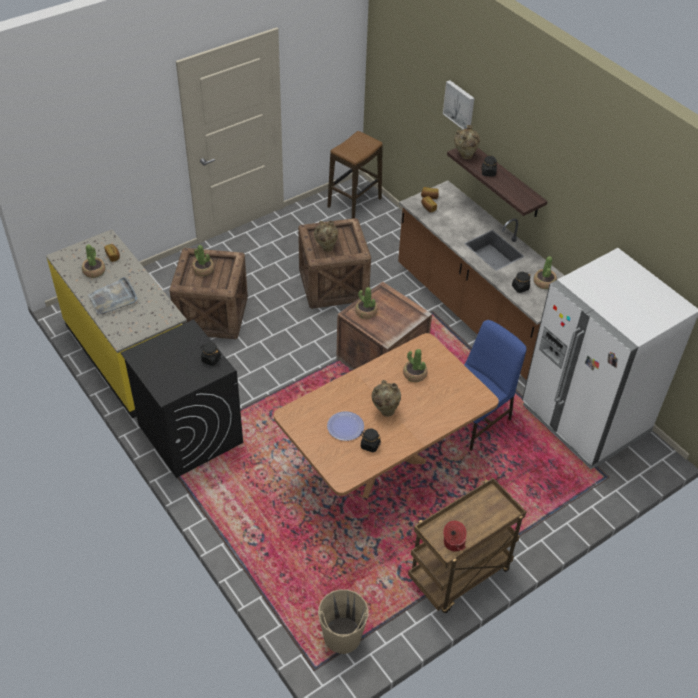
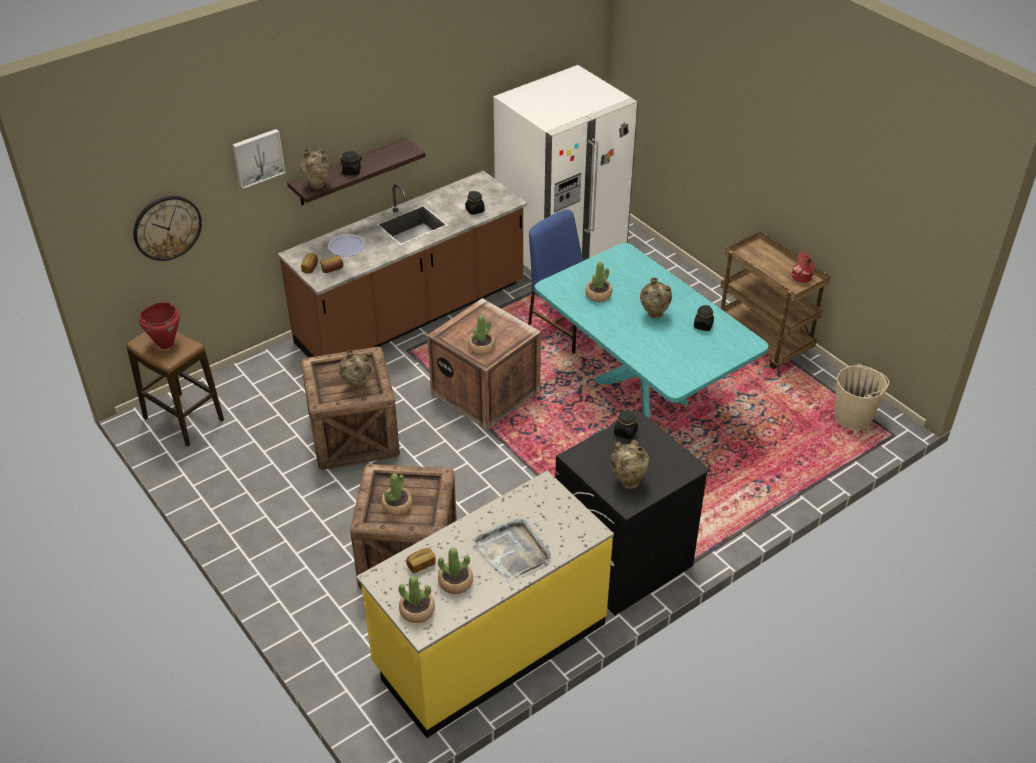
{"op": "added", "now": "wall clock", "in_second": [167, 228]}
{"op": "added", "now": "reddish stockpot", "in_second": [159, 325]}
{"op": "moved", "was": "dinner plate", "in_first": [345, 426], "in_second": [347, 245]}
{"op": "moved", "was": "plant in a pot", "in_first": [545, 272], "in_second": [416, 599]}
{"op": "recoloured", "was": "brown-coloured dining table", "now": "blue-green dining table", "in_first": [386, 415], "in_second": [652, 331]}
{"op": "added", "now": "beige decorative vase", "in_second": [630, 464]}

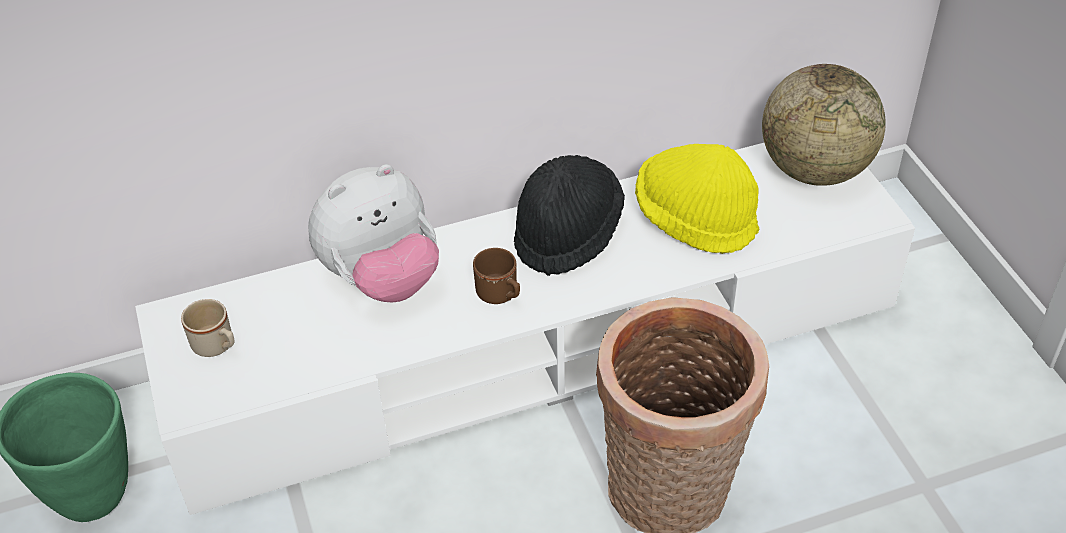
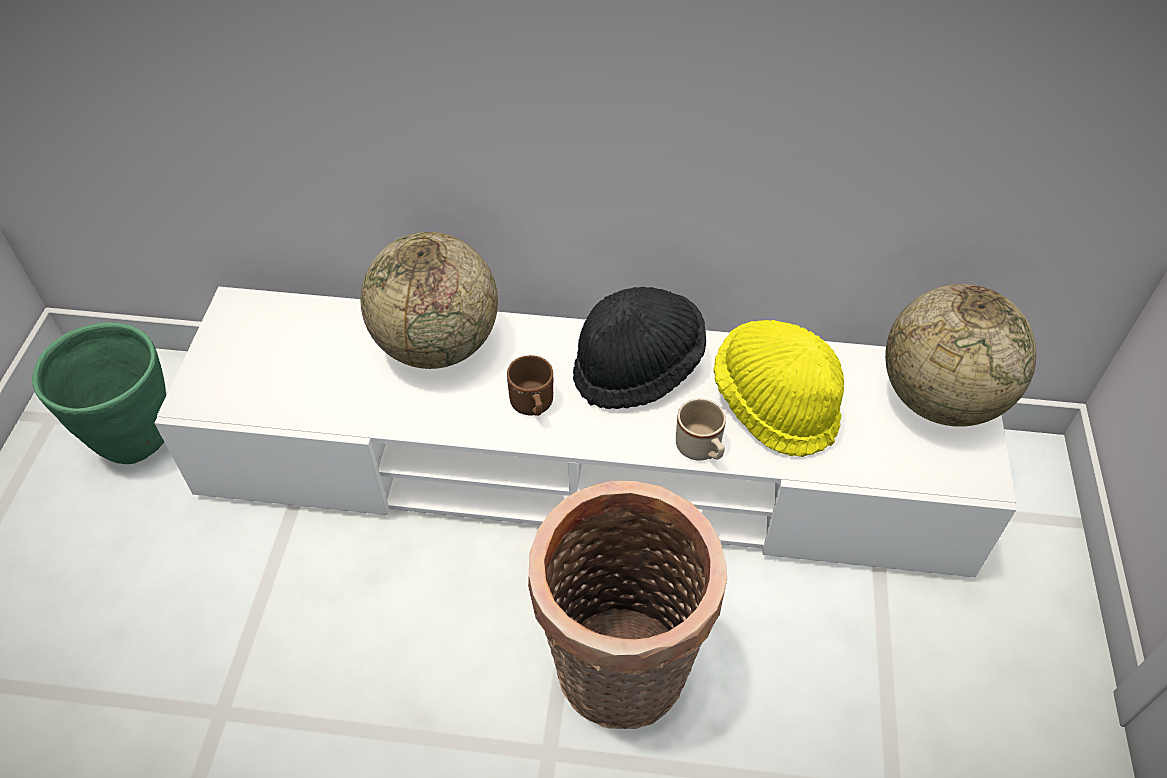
{"op": "replaced", "was": "cuddly toy", "now": "globe", "in_first": [373, 233], "in_second": [429, 300]}
{"op": "moved", "was": "beige coffee mug", "in_first": [208, 328], "in_second": [701, 429]}

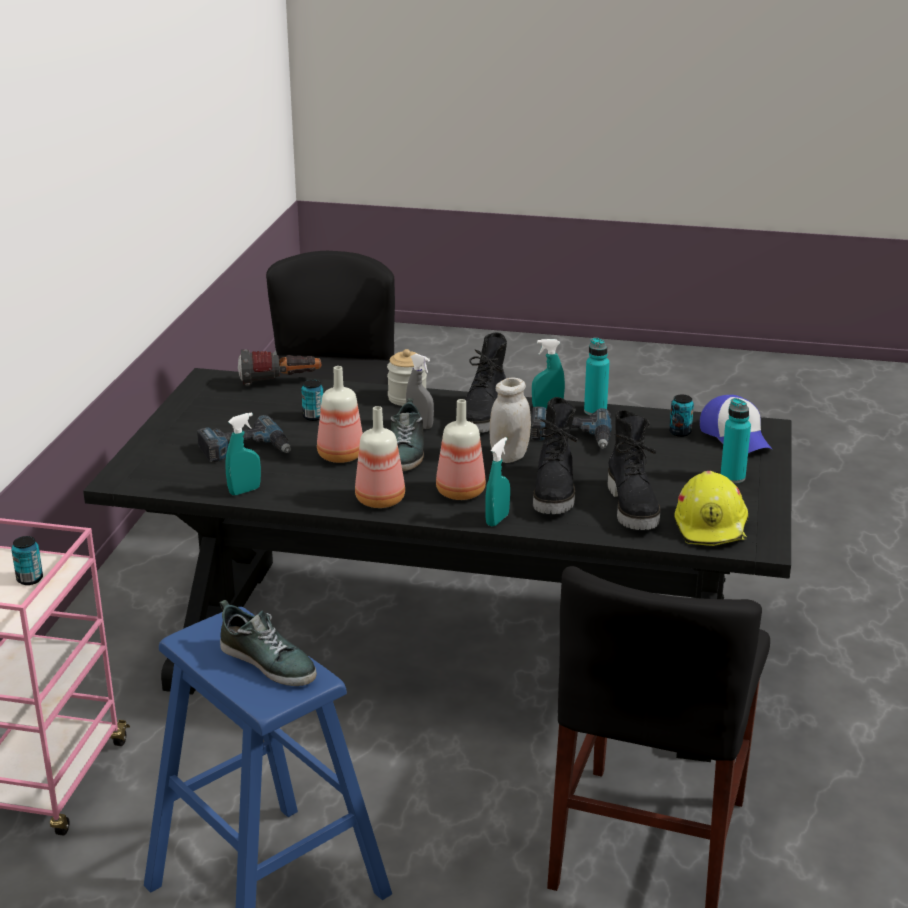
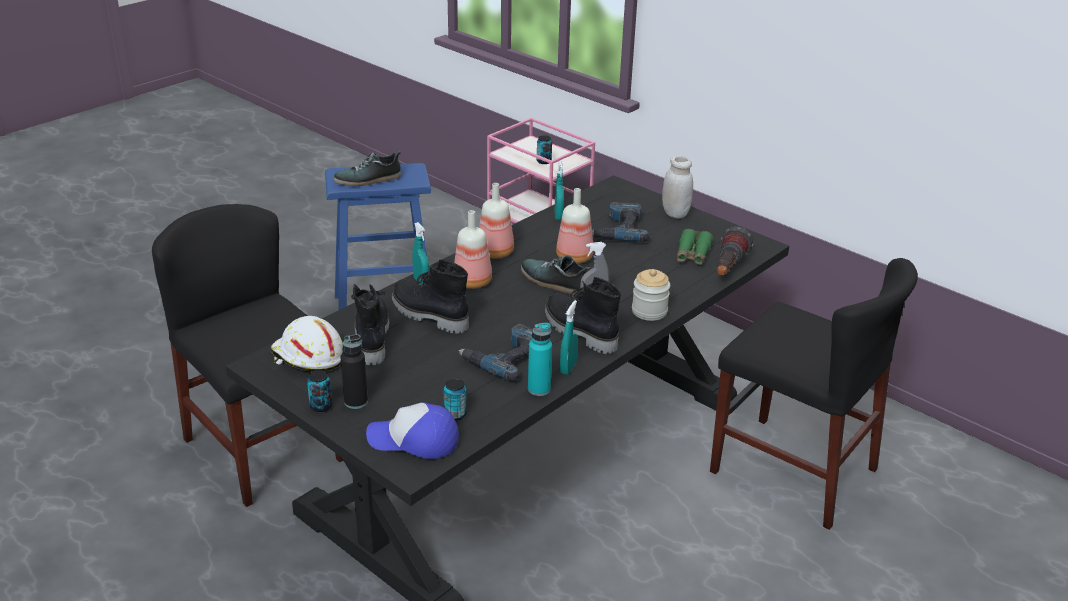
{"op": "recoloured", "was": "yellow work helmet", "now": "white-coloured work helmet", "in_first": [711, 508], "in_second": [306, 343]}
{"op": "moved", "was": "sealed can", "in_first": [312, 400], "in_second": [319, 391]}
{"op": "recoloured", "was": "blue-green bottle", "now": "black bottle", "in_first": [735, 440], "in_second": [354, 371]}
{"op": "turned", "was": "black high-top boot", "in_first": [634, 470], "in_second": [370, 324], "clockwise": 60}
{"op": "moved", "was": "white-coloured storage jar", "in_first": [510, 420], "in_second": [677, 187]}
{"op": "added", "now": "green-coloured binoculars", "in_second": [695, 247]}

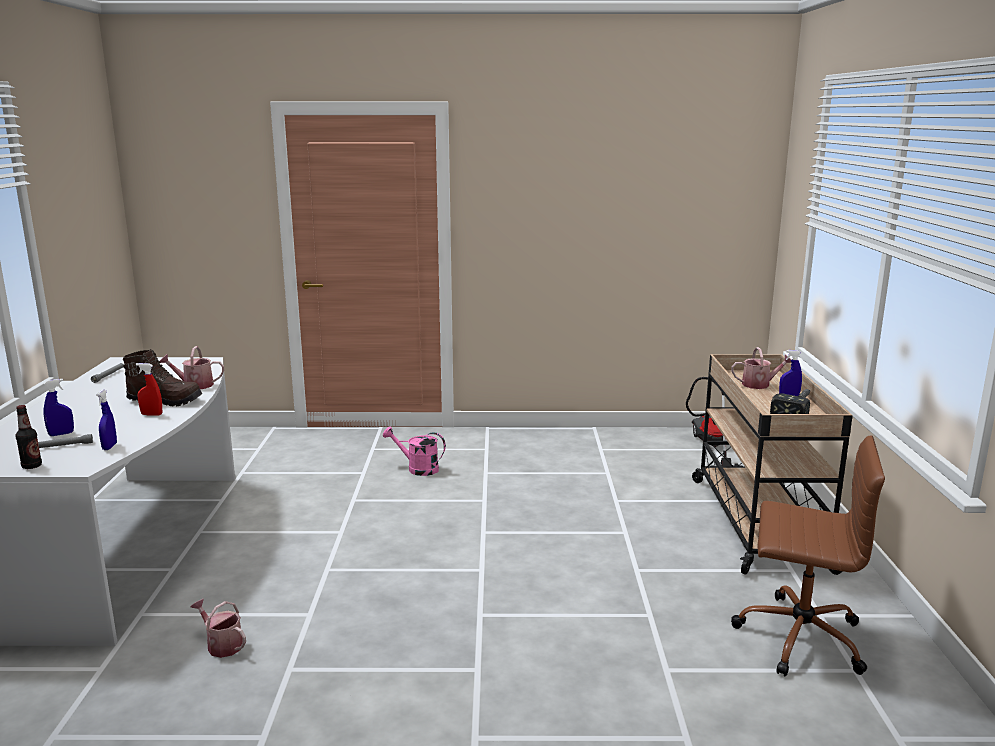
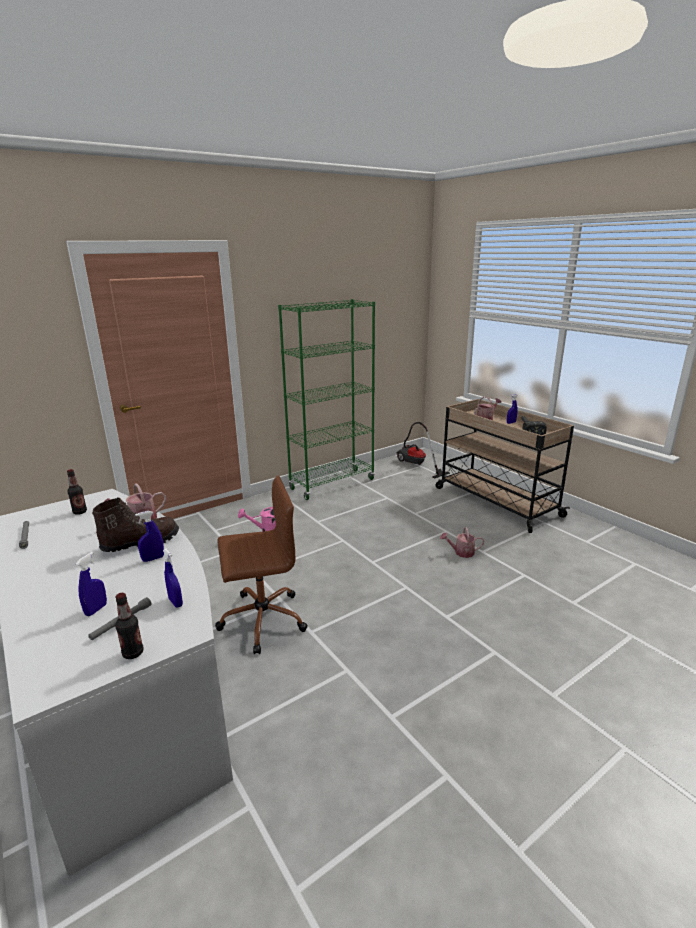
{"op": "added", "now": "bottle", "in_second": [77, 492]}
{"op": "recoloured", "was": "reddish hand sprayer", "now": "blue-coloured hand sprayer", "in_first": [149, 389], "in_second": [149, 536]}
{"op": "moved", "was": "brown-coloured computer chair", "in_first": [808, 556], "in_second": [261, 564]}
{"op": "added", "now": "green-coloured shelving unit", "in_second": [326, 399]}
{"op": "moved", "was": "sprinkling can", "in_first": [218, 628], "in_second": [462, 542]}

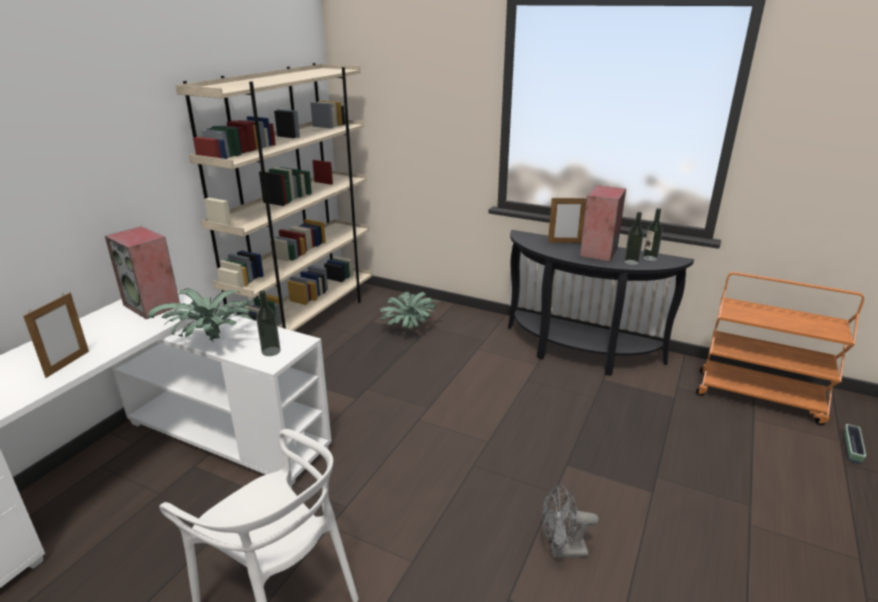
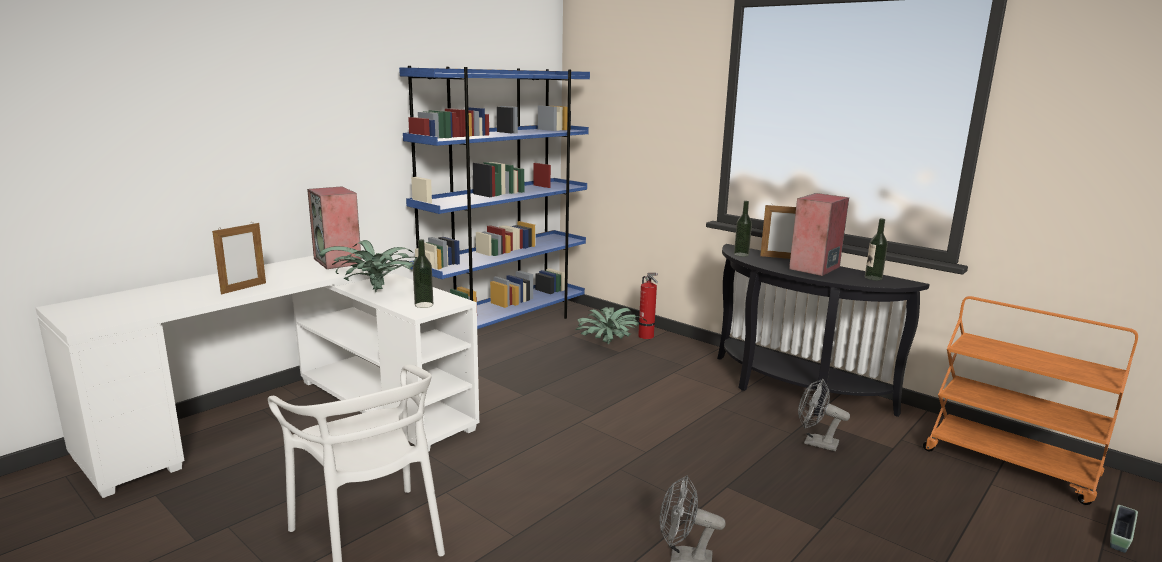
{"op": "recoloured", "was": "beige shelving unit", "now": "blue-coloured shelving unit", "in_first": [273, 197], "in_second": [494, 197]}
{"op": "added", "now": "extinguisher", "in_second": [648, 306]}
{"op": "moved", "was": "bottle", "in_first": [634, 238], "in_second": [743, 229]}
{"op": "added", "now": "greyish fan", "in_second": [824, 415]}

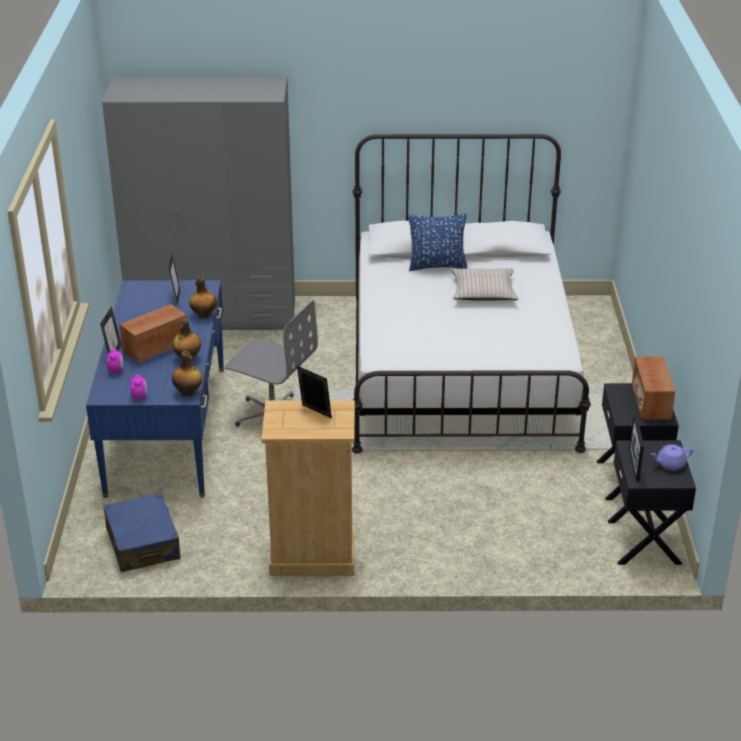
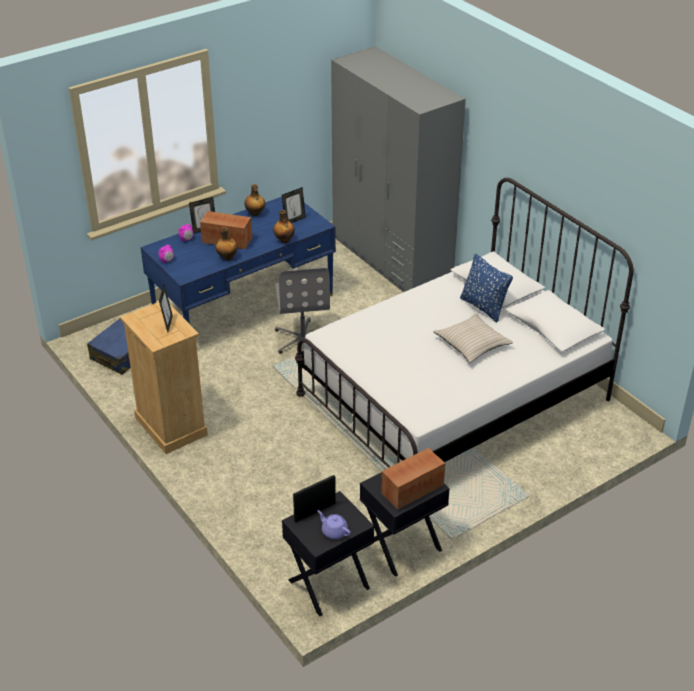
{"op": "moved", "was": "bottle", "in_first": [187, 373], "in_second": [255, 200]}

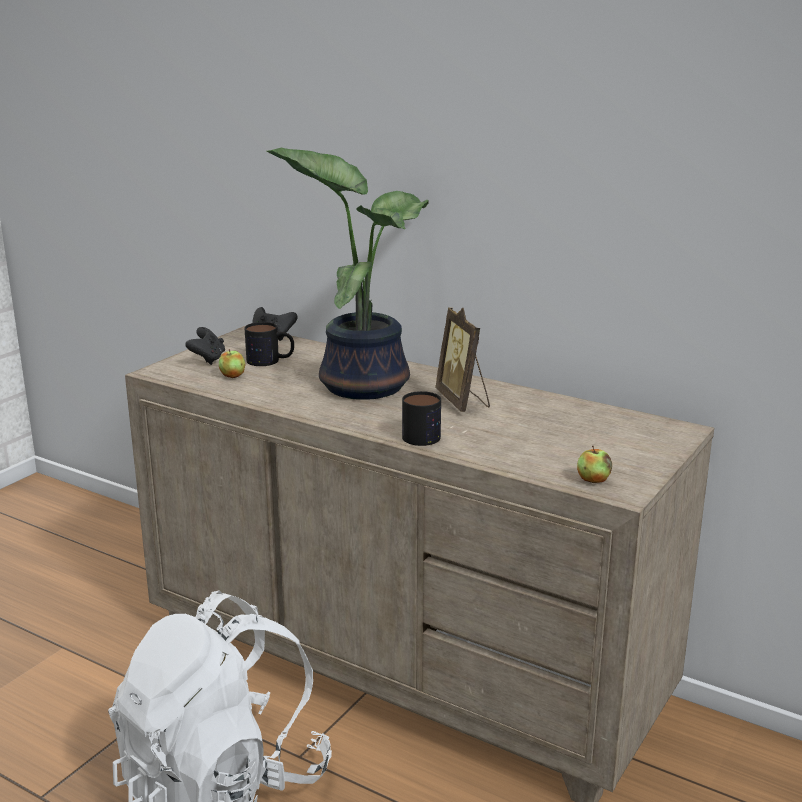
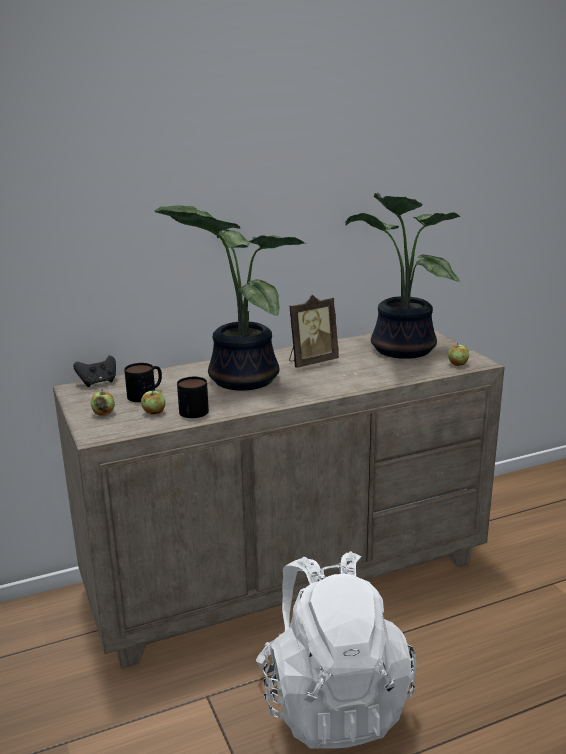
{"op": "replaced", "was": "black joypad", "now": "whole apple", "in_first": [205, 346], "in_second": [103, 403]}
{"op": "moved", "was": "coffee mug", "in_first": [421, 418], "in_second": [193, 397]}
{"op": "turned", "was": "standing frame", "in_first": [462, 359], "in_second": [314, 331], "clockwise": -45}
{"op": "added", "now": "plant in a pot", "in_second": [402, 276]}

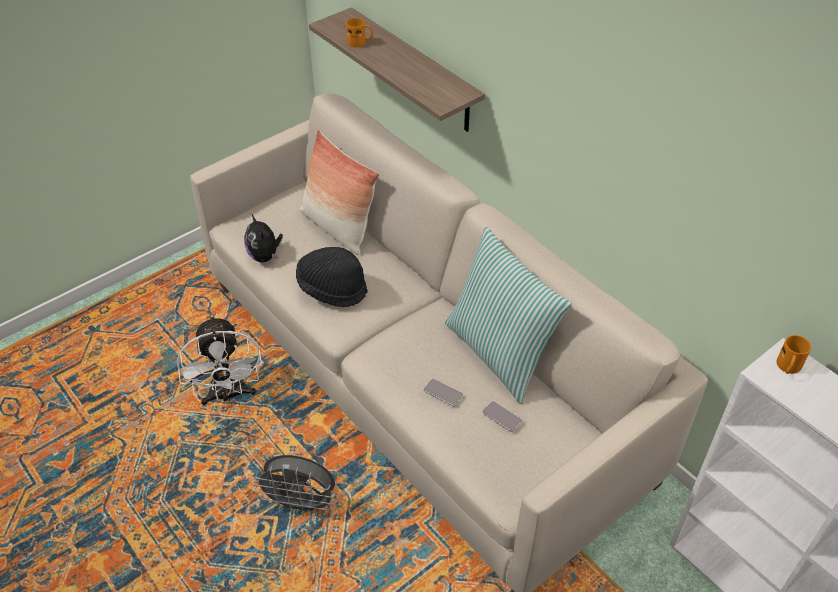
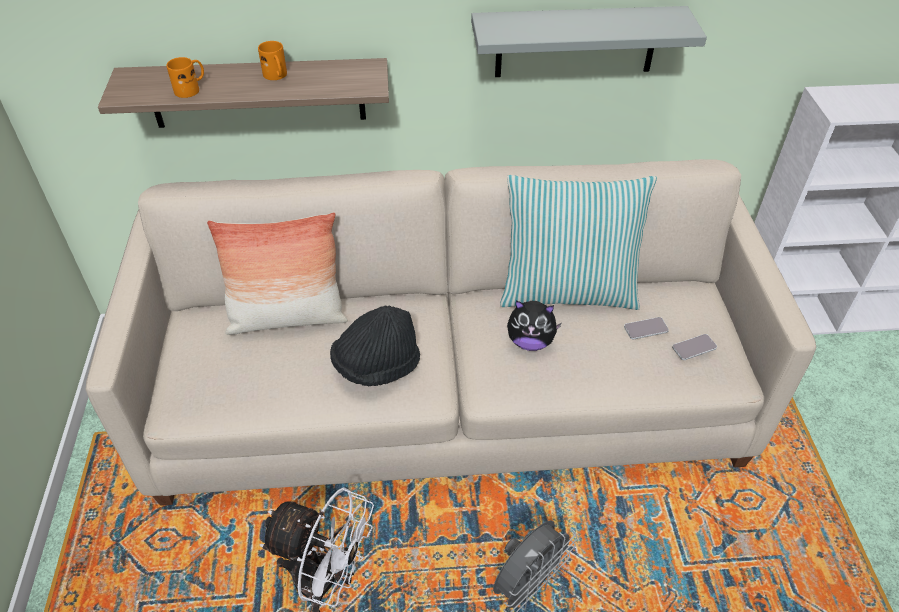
{"op": "moved", "was": "orange coffee mug", "in_first": [793, 354], "in_second": [272, 60]}
{"op": "added", "now": "greyish wall shelf", "in_second": [589, 41]}
{"op": "moved", "was": "cuddly toy", "in_first": [263, 238], "in_second": [534, 325]}
{"op": "moved", "was": "telephone", "in_first": [443, 392], "in_second": [694, 347]}

